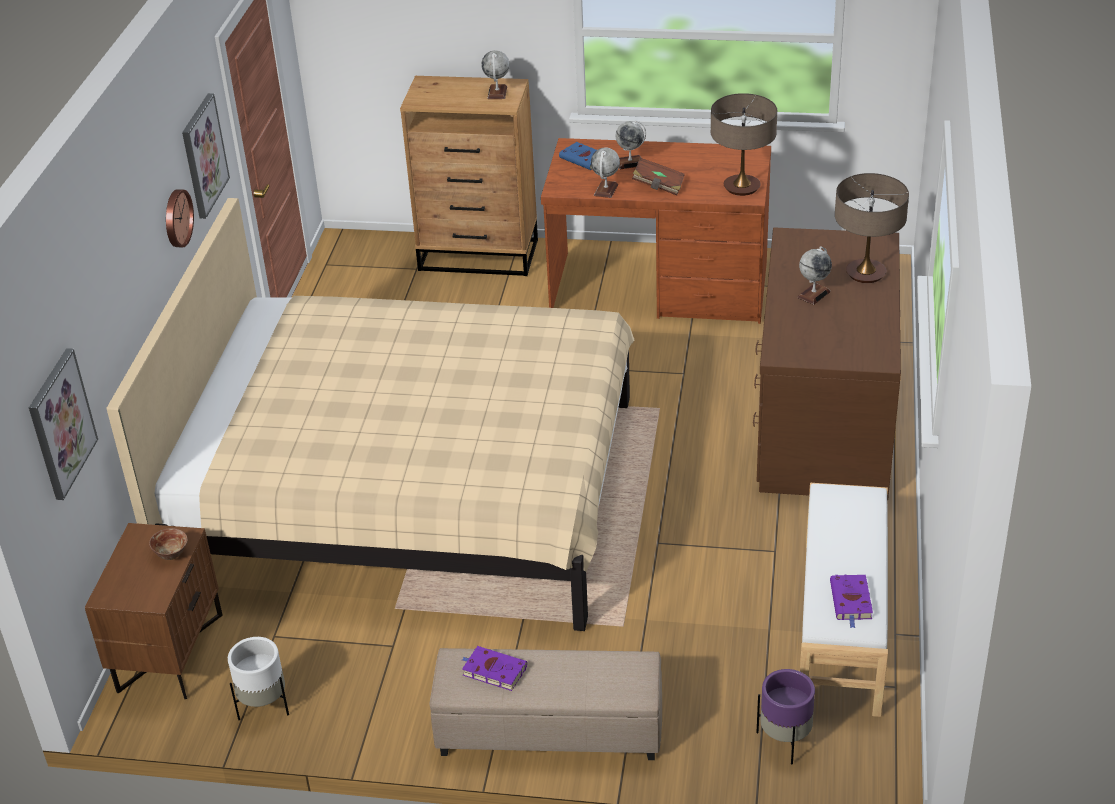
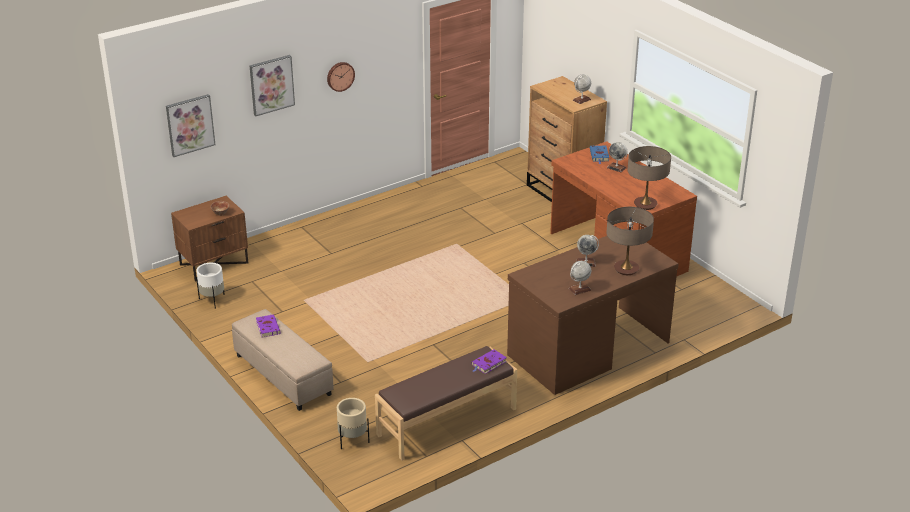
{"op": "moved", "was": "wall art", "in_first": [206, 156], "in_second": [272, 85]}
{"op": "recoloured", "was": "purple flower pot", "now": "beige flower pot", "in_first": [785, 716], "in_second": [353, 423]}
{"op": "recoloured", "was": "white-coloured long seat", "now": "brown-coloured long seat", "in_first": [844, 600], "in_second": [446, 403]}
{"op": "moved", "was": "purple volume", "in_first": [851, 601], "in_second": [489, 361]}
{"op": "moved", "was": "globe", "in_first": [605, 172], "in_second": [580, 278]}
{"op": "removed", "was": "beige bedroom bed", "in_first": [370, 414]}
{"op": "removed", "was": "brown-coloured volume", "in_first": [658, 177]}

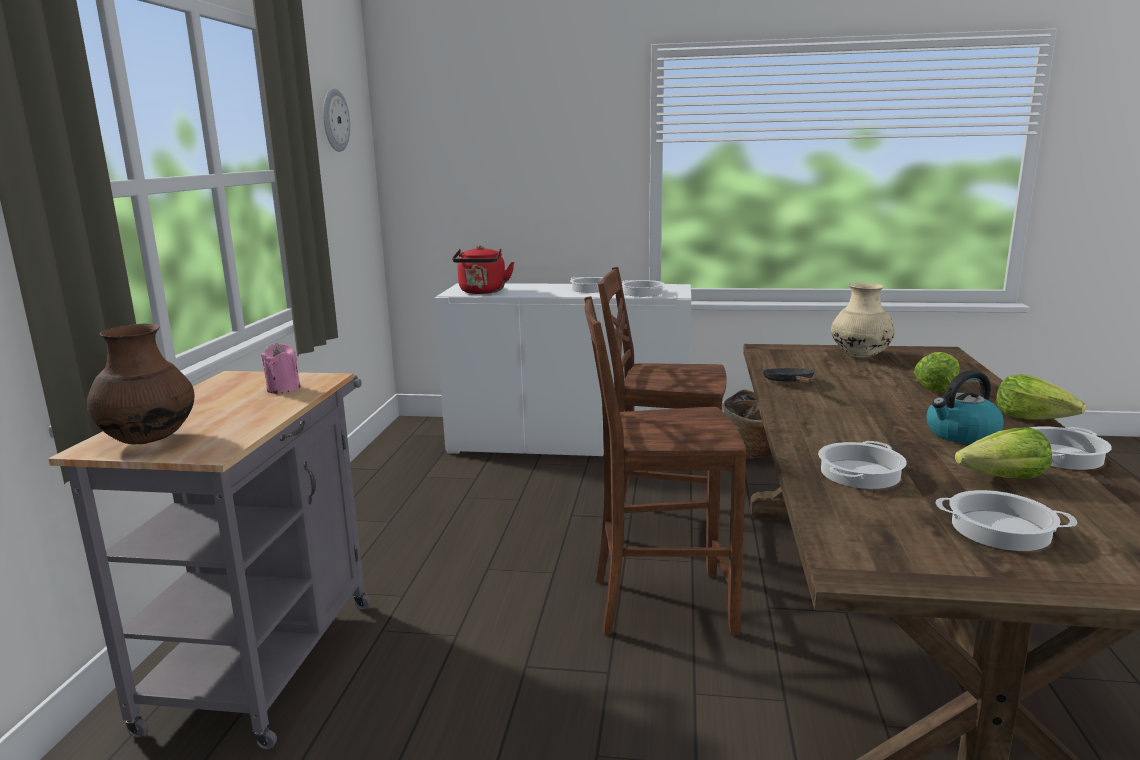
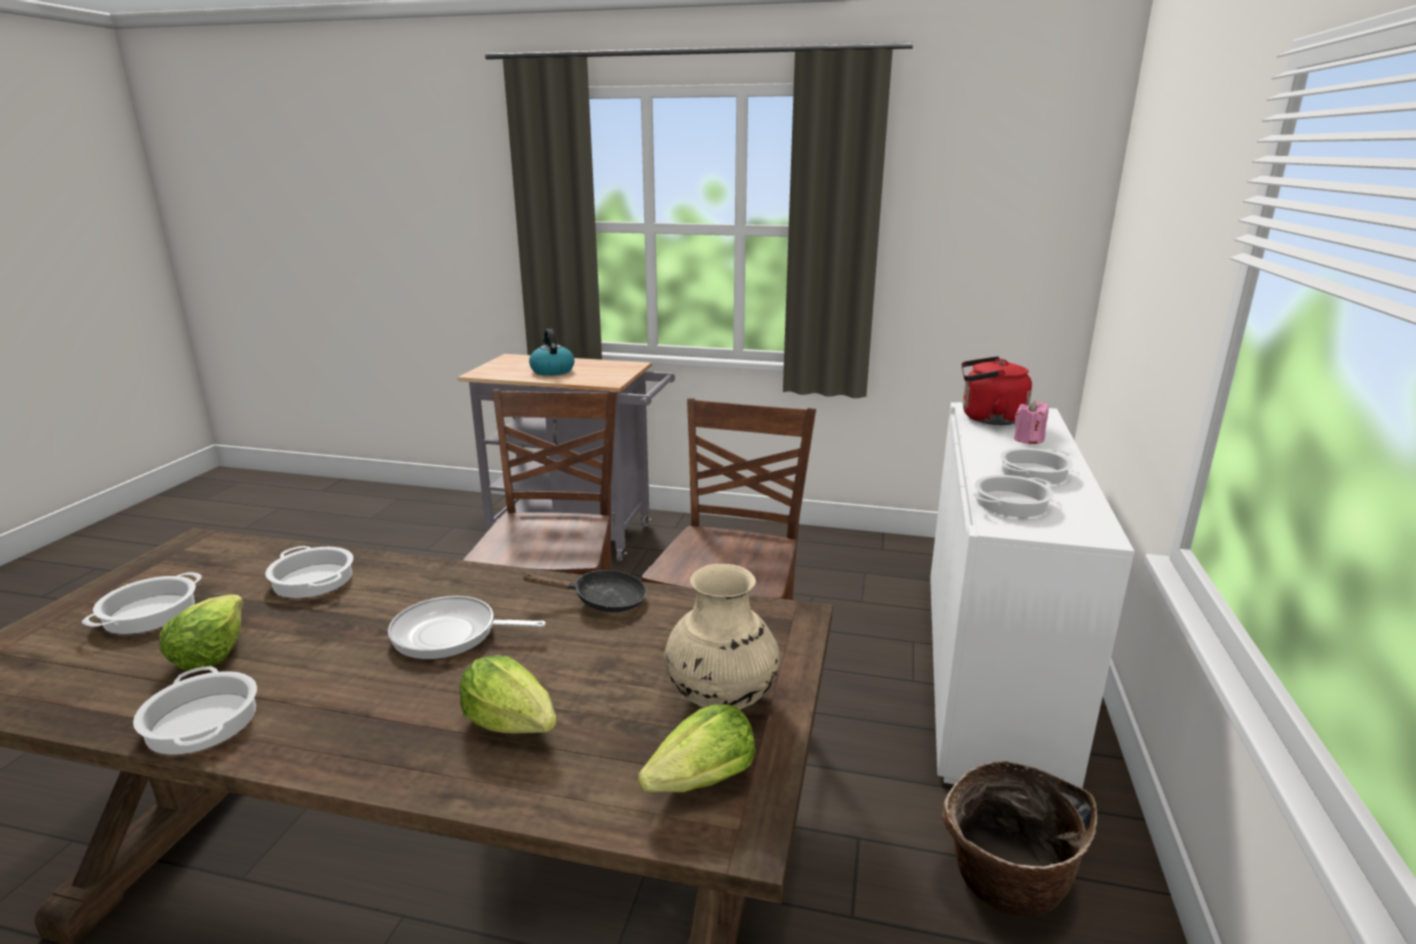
{"op": "added", "now": "pan", "in_second": [467, 627]}
{"op": "moved", "was": "tea kettle", "in_first": [965, 407], "in_second": [551, 352]}
{"op": "moved", "was": "lettuce head", "in_first": [1041, 397], "in_second": [697, 748]}
{"op": "moved", "was": "pink-coloured wax light", "in_first": [280, 368], "in_second": [1031, 422]}
{"op": "removed", "was": "brown-coloured decorative vase", "in_first": [141, 383]}
{"op": "removed", "was": "wall clock", "in_first": [336, 120]}

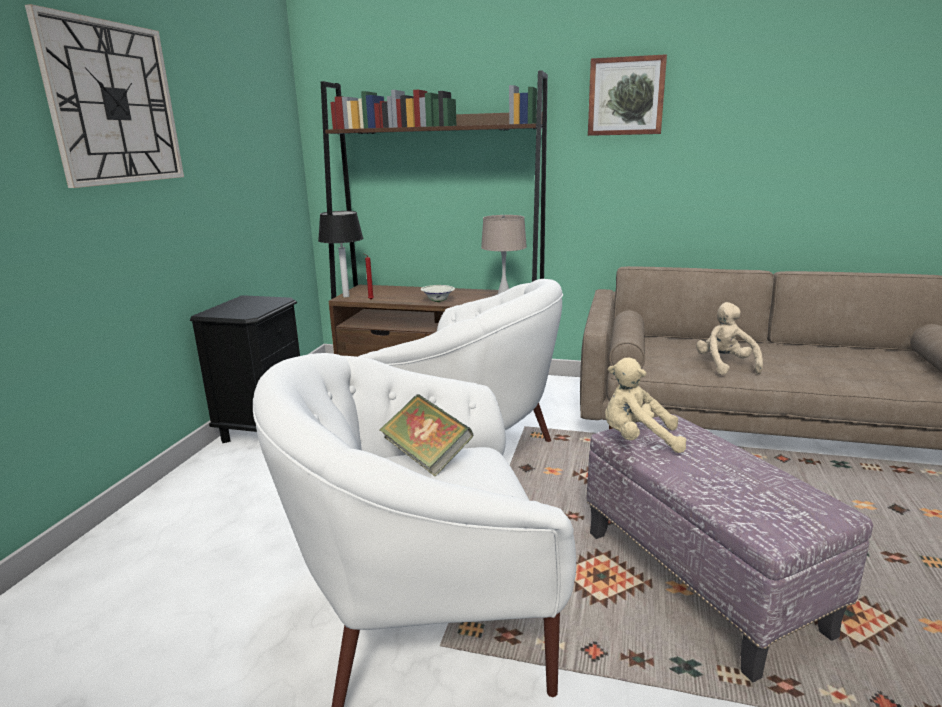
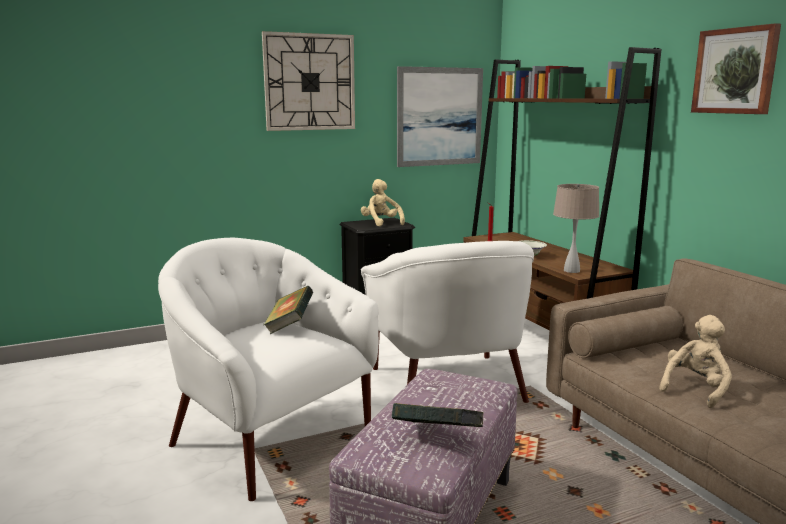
{"op": "moved", "was": "beige cuddly toy", "in_first": [646, 405], "in_second": [383, 203]}
{"op": "added", "now": "volume", "in_second": [438, 415]}
{"op": "added", "now": "wall art", "in_second": [440, 116]}
{"op": "removed", "was": "table lamp", "in_first": [340, 254]}

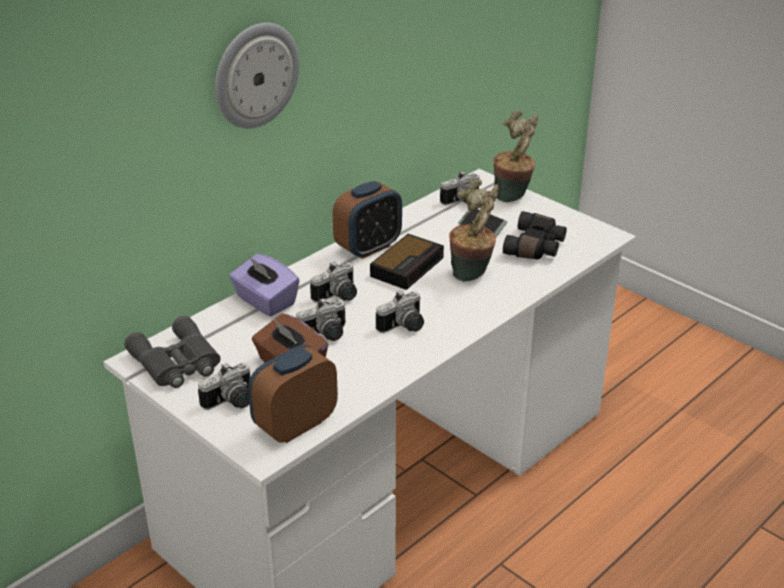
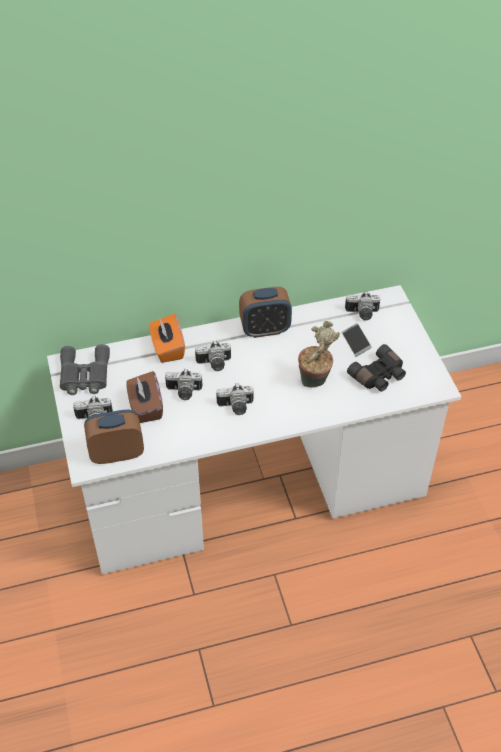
{"op": "recoloured", "was": "purple tissue holder", "now": "orange tissue holder", "in_first": [264, 285], "in_second": [167, 338]}
{"op": "removed", "was": "wall clock", "in_first": [257, 76]}
{"op": "removed", "was": "table clock", "in_first": [407, 262]}
{"op": "removed", "was": "plant in a pot", "in_first": [515, 156]}

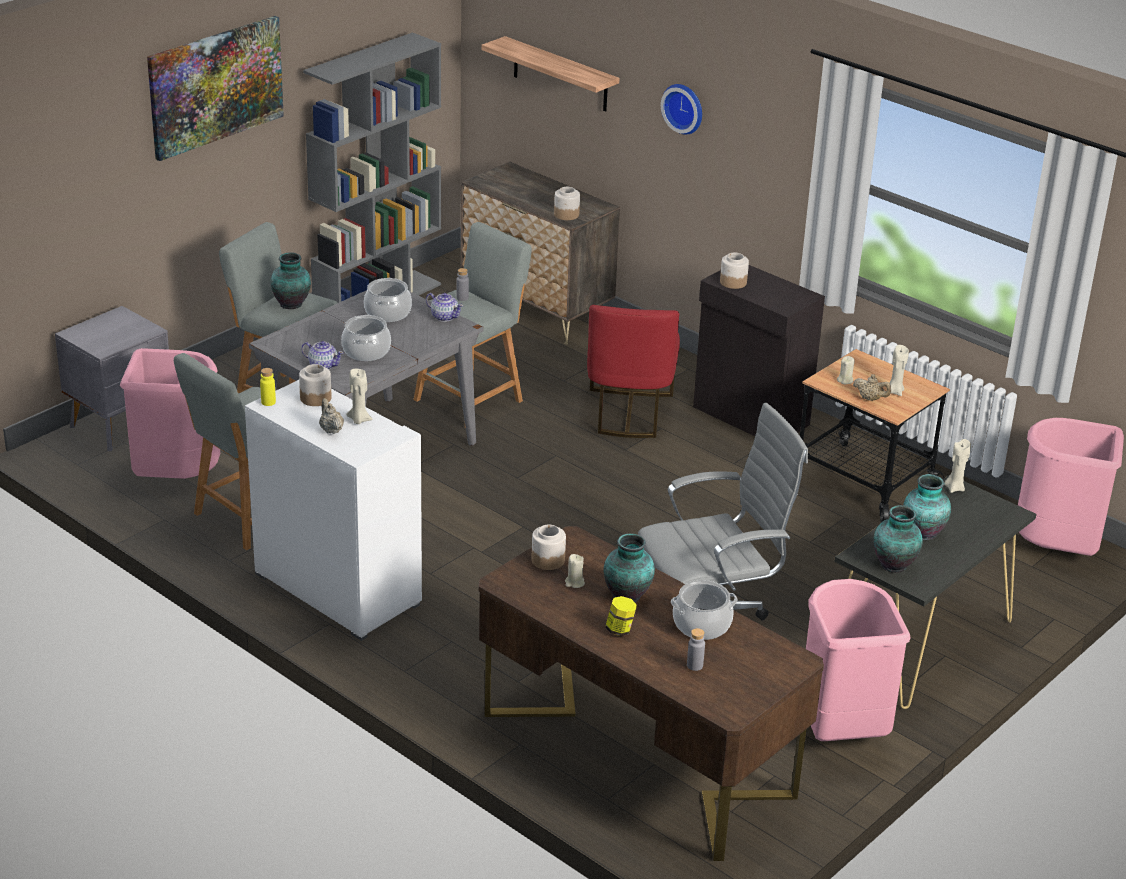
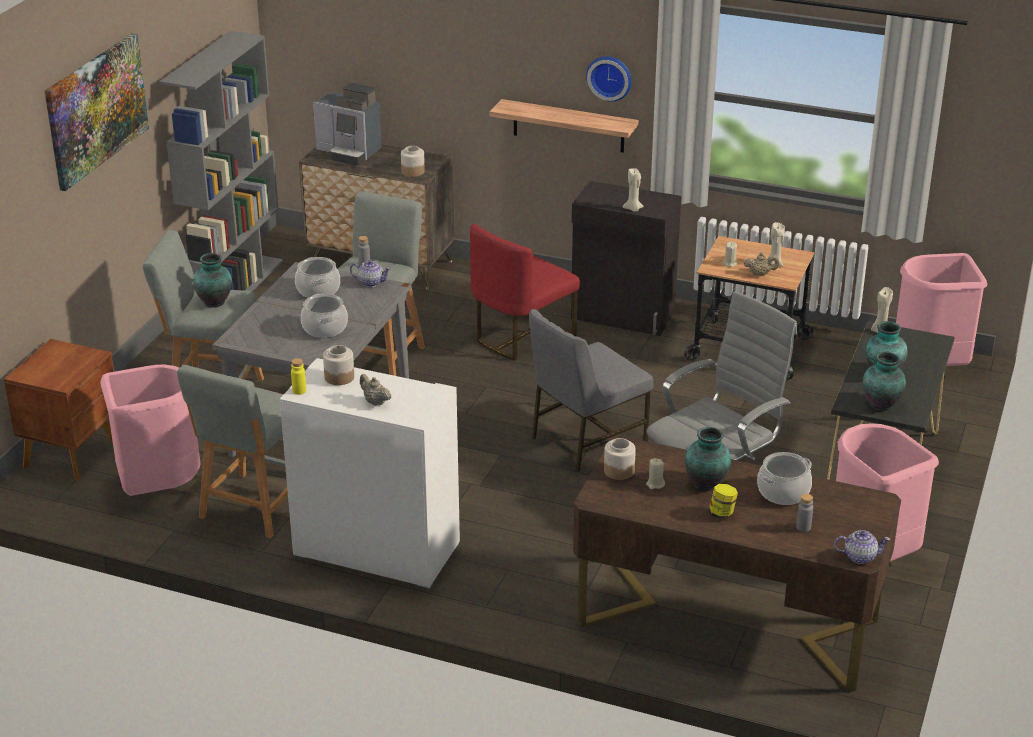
{"op": "recoloured", "was": "greyish nightstand", "now": "brown-coloured nightstand", "in_first": [112, 378], "in_second": [59, 410]}
{"op": "added", "now": "coffee machine", "in_second": [347, 124]}
{"op": "turned", "was": "reddish upright chair", "in_first": [633, 371], "in_second": [525, 292], "clockwise": 60}
{"op": "moved", "was": "wall shelf", "in_first": [550, 74], "in_second": [563, 126]}
{"op": "added", "now": "greyish upright chair", "in_second": [591, 390]}
{"op": "moved", "was": "wall clock", "in_first": [681, 109], "in_second": [609, 78]}
{"op": "moved", "was": "beige wax light", "in_first": [359, 396], "in_second": [633, 190]}
{"op": "moved", "was": "pot for tea", "in_first": [322, 355], "in_second": [862, 547]}
{"op": "removed", "was": "storage jar", "in_first": [734, 270]}

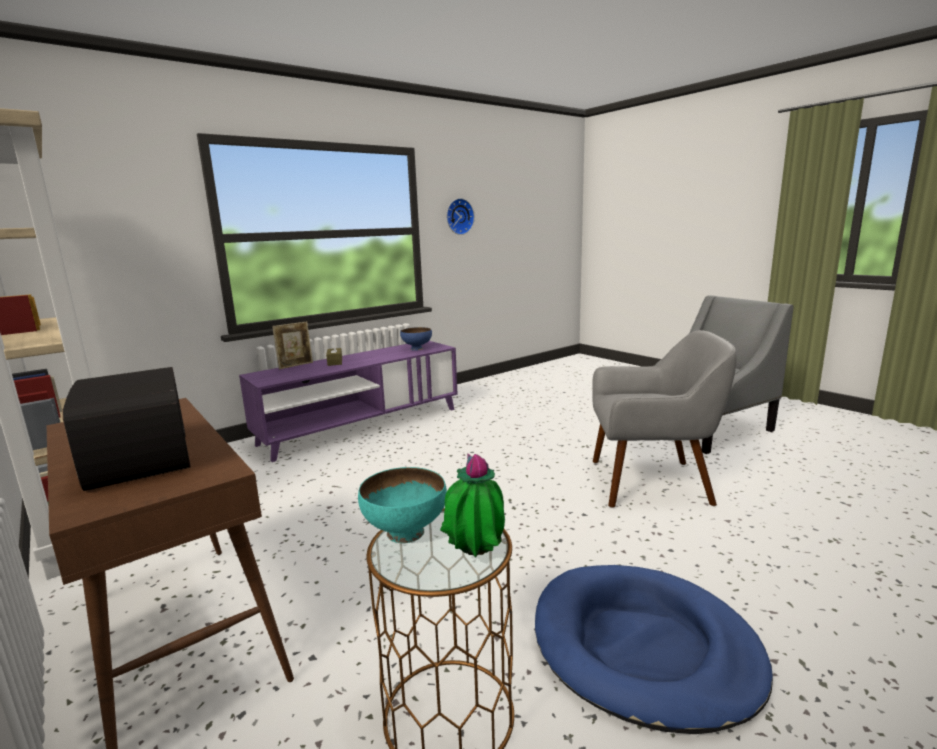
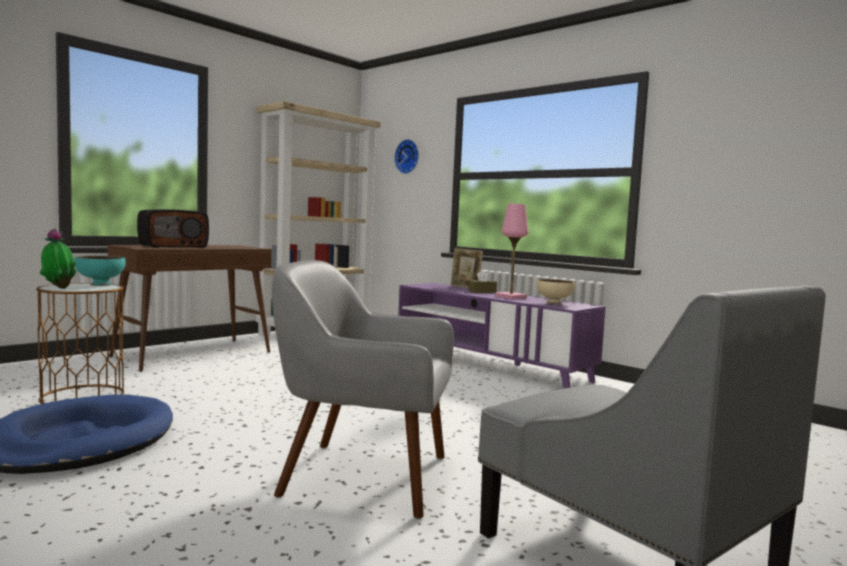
{"op": "turned", "was": "greyish armchair", "in_first": [664, 419], "in_second": [363, 389], "clockwise": 105}
{"op": "moved", "was": "wall clock", "in_first": [460, 216], "in_second": [406, 156]}
{"op": "added", "now": "pink-coloured table lamp", "in_second": [511, 251]}
{"op": "recoloured", "was": "blue-coloured deep dish", "now": "beige deep dish", "in_first": [416, 339], "in_second": [556, 292]}

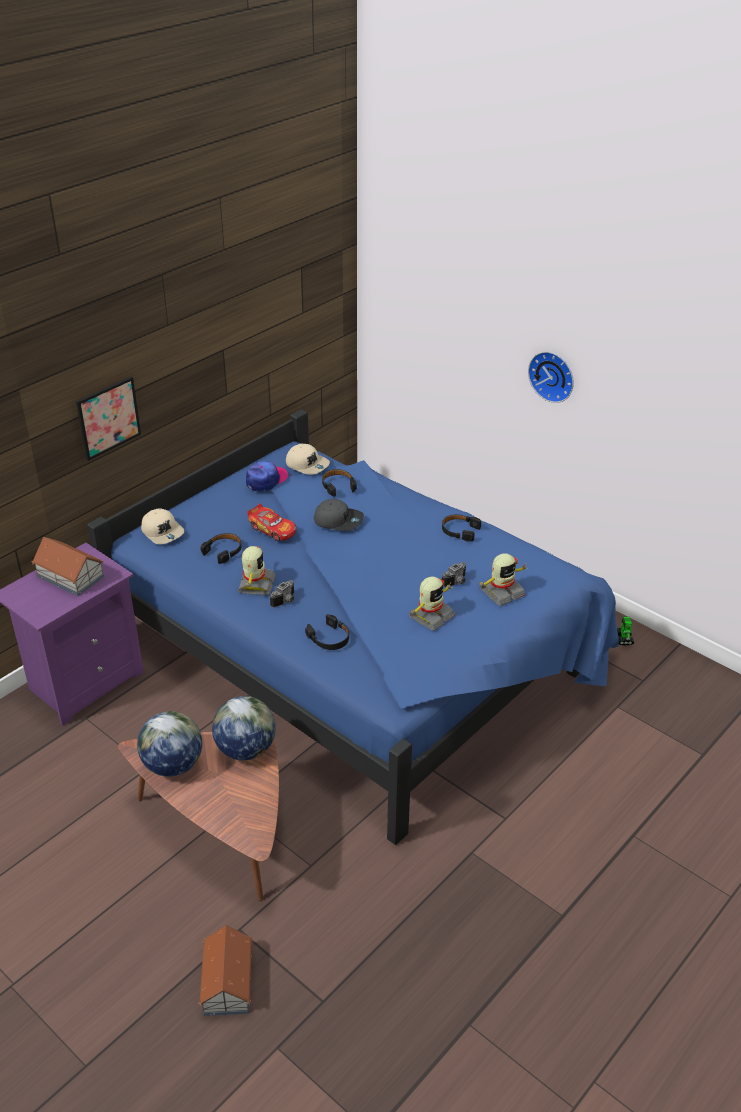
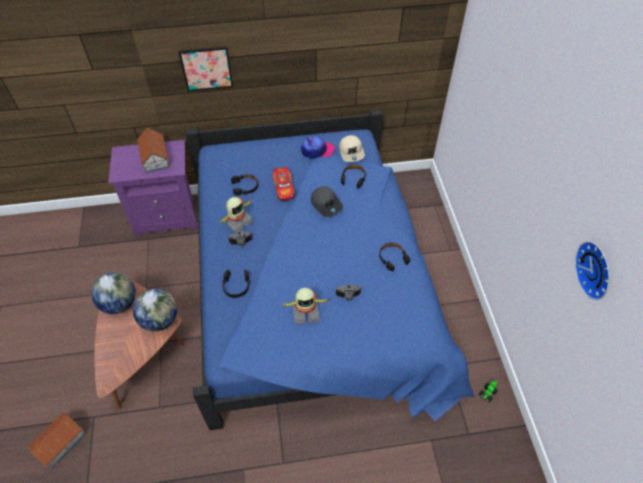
{"op": "moved", "was": "wall clock", "in_first": [551, 377], "in_second": [592, 270]}
{"op": "removed", "was": "beige cap", "in_first": [162, 526]}
{"op": "removed", "was": "toy robot", "in_first": [502, 579]}

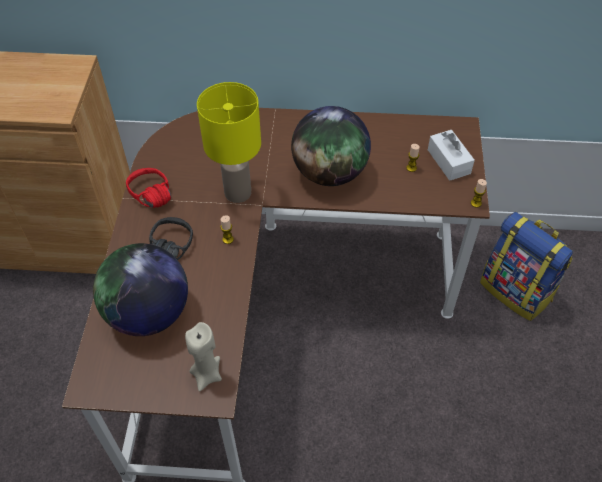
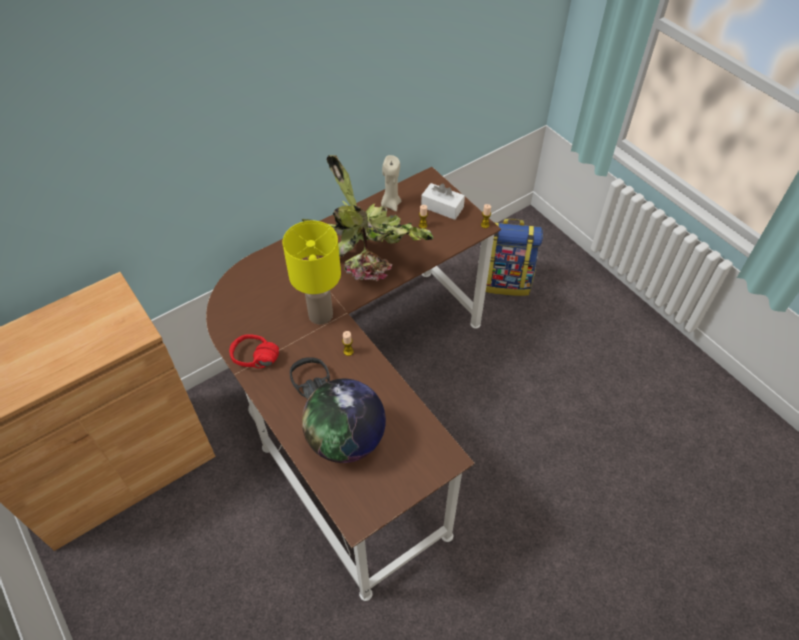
{"op": "replaced", "was": "globe", "now": "plant in a pot", "in_first": [331, 146], "in_second": [368, 218]}
{"op": "moved", "was": "beige wax light", "in_first": [203, 356], "in_second": [391, 183]}

